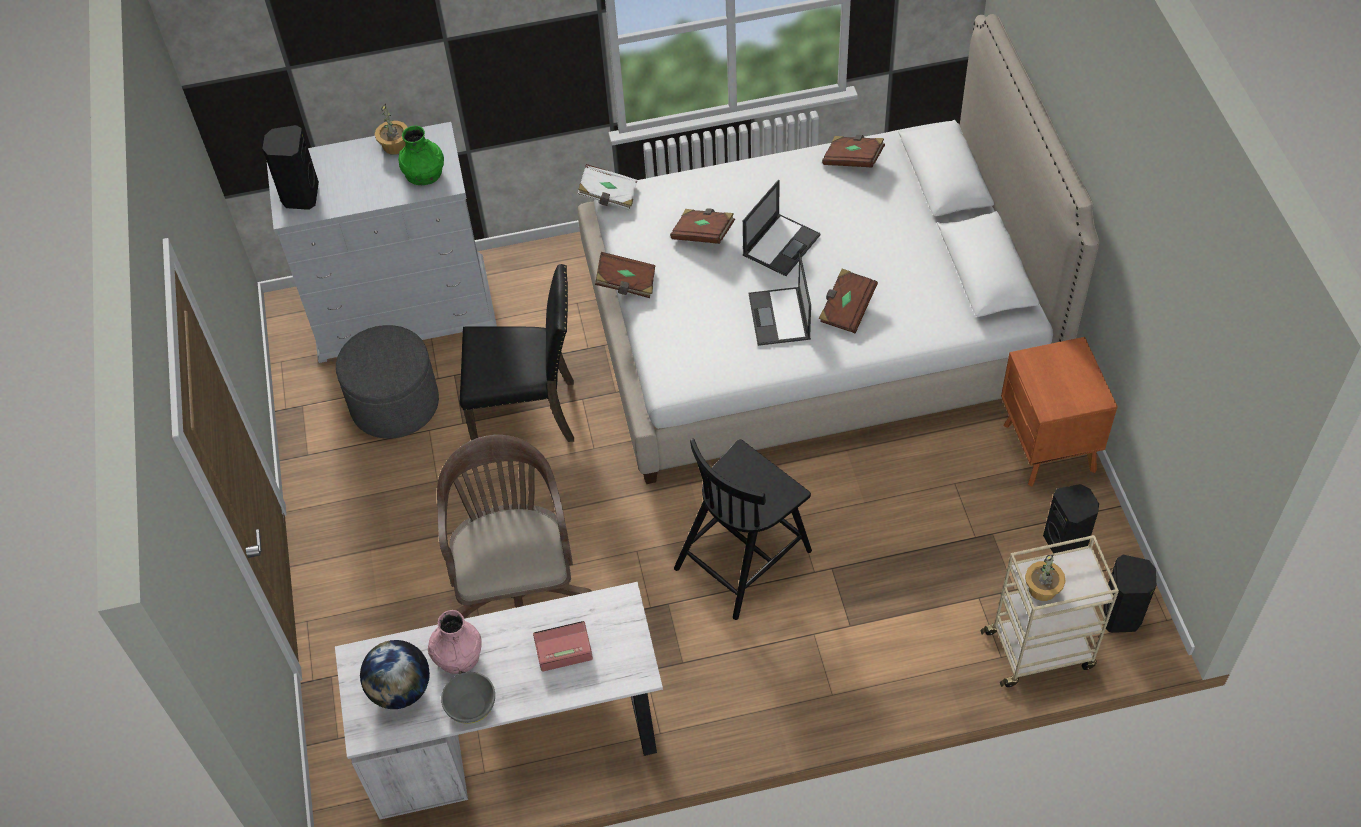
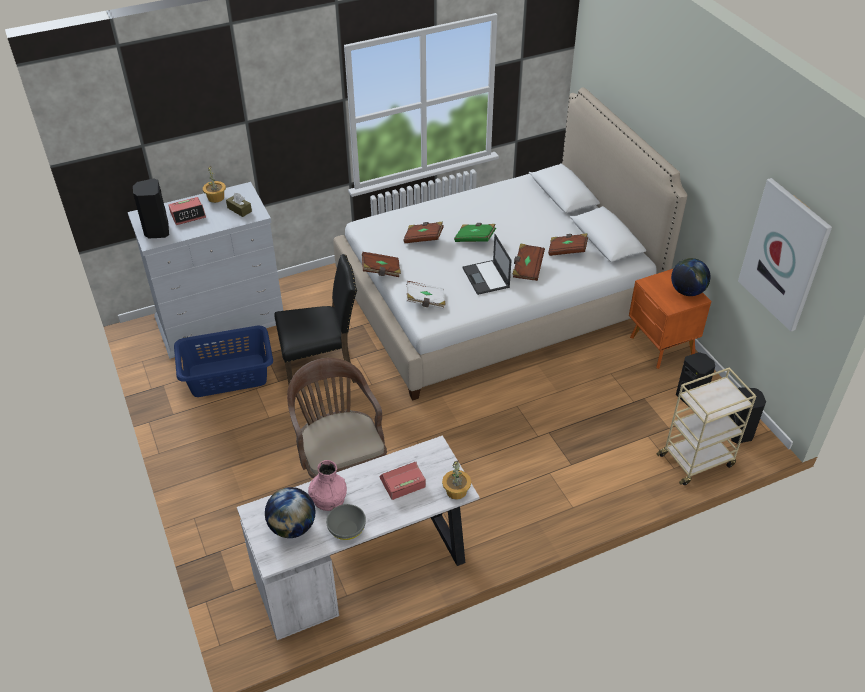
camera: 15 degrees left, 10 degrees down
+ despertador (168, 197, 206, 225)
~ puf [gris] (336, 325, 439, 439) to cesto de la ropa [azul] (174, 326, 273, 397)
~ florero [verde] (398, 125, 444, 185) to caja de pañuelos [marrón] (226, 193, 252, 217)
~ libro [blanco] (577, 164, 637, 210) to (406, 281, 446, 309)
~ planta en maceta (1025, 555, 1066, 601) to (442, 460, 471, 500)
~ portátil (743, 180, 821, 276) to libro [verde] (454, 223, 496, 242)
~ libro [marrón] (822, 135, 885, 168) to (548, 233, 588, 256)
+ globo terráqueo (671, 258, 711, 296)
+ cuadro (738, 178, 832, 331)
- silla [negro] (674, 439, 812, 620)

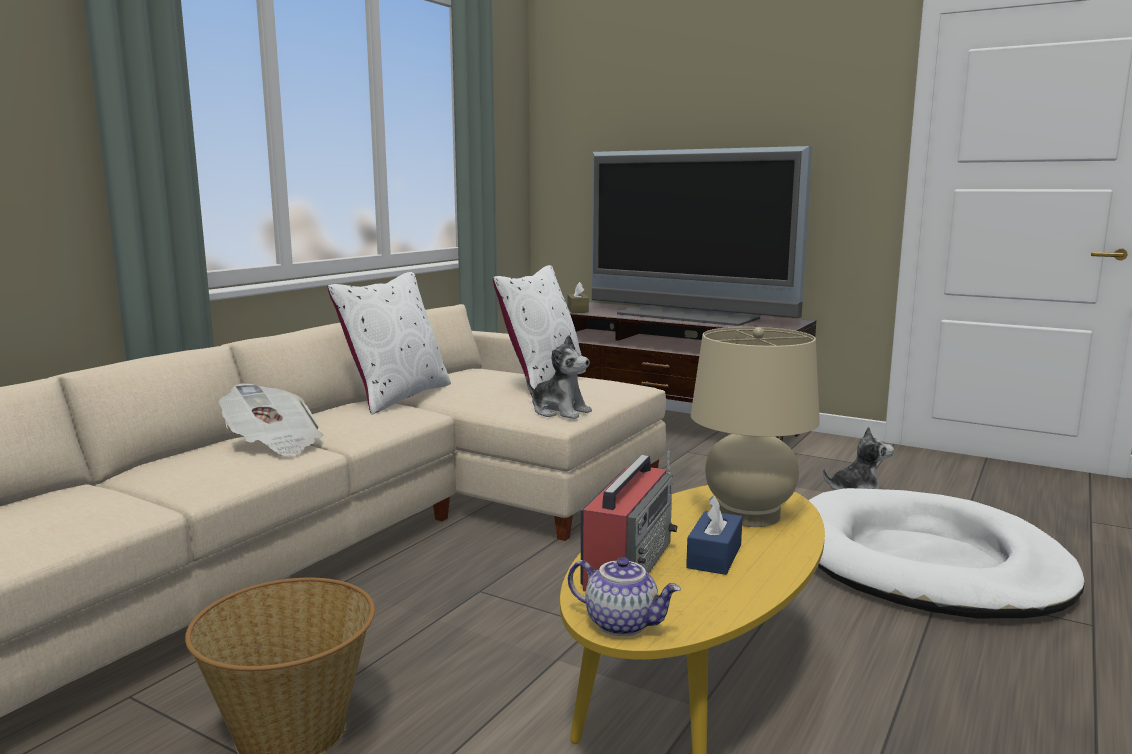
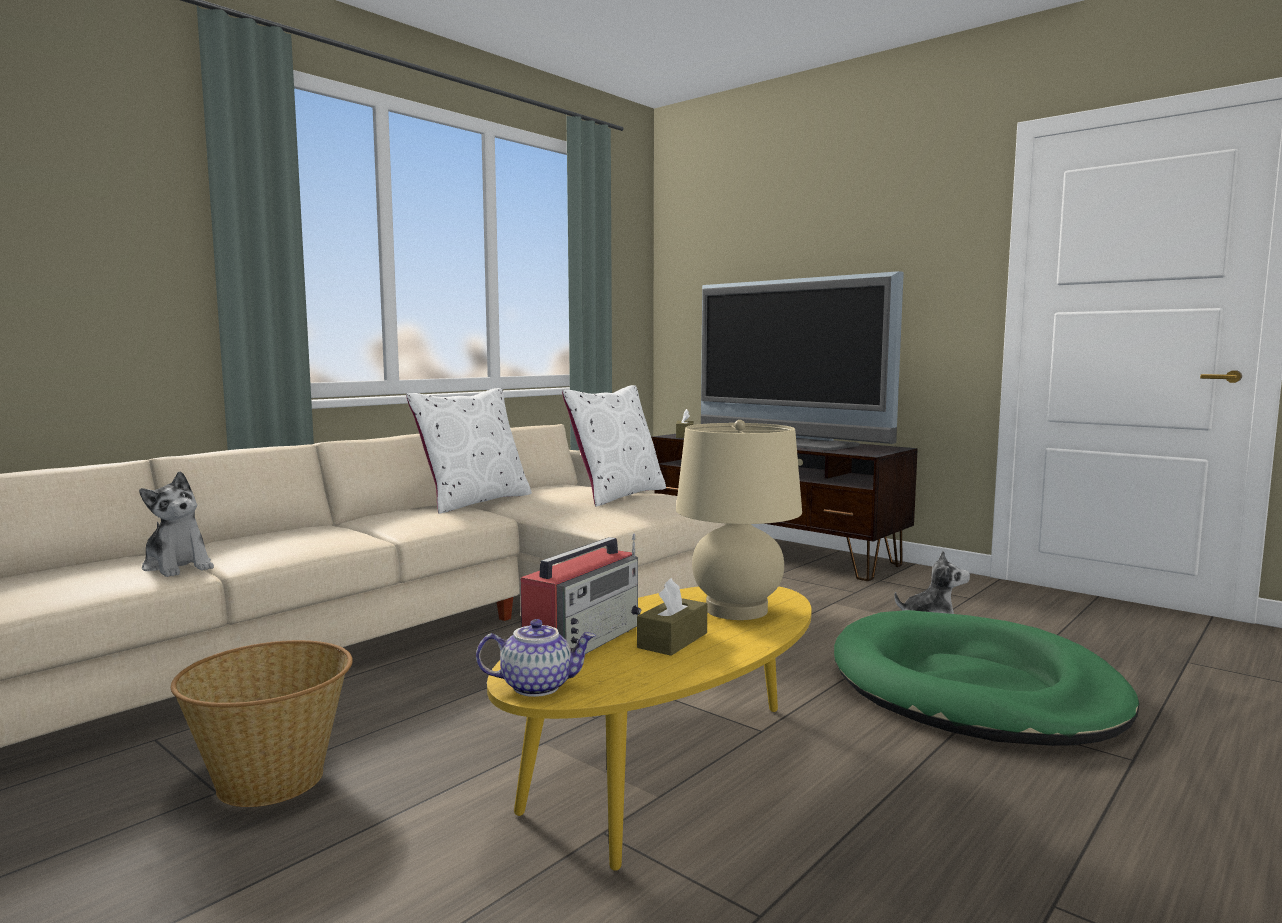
camera: 10 degrees right, 5 degrees down
~ peluche (526, 335, 592, 419) to (139, 471, 214, 577)
~ tetera (568, 557, 681, 636) = (476, 619, 596, 697) 45 degrees counterclockwise
~ caja de pañuelos [azul] (686, 496, 743, 575) to caja de pañuelos [marrón] (637, 578, 707, 656)
~ cama para perro [blanco] (809, 488, 1085, 618) to cama para perro [verde] (834, 610, 1139, 746)
- periódico (219, 383, 324, 456)

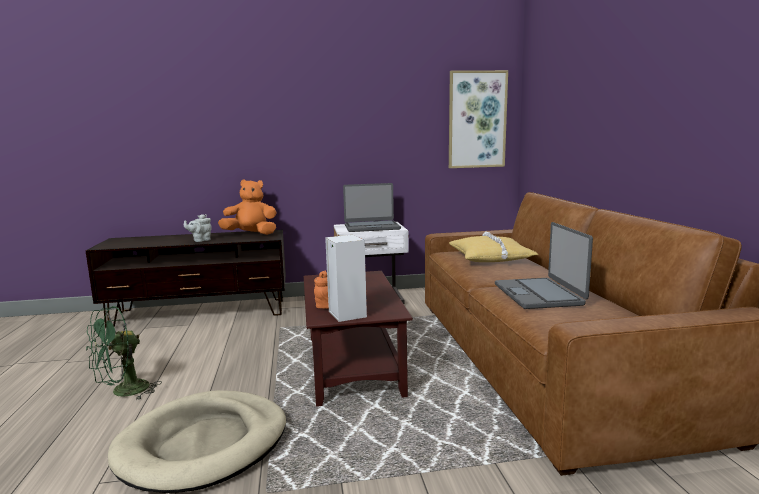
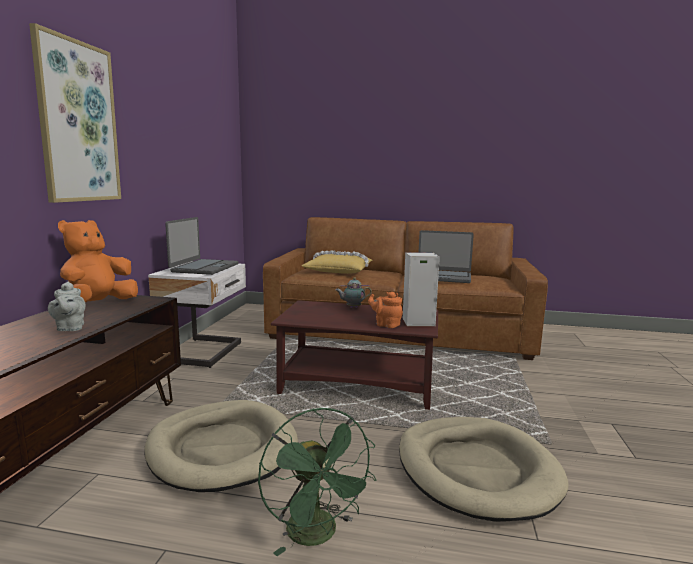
camera: 70 degrees left, 0 degrees up
~ cuadro (449, 70, 508, 168) to (29, 23, 121, 203)
+ cama para perro [beis] (144, 400, 298, 492)
+ tetera (335, 277, 372, 308)

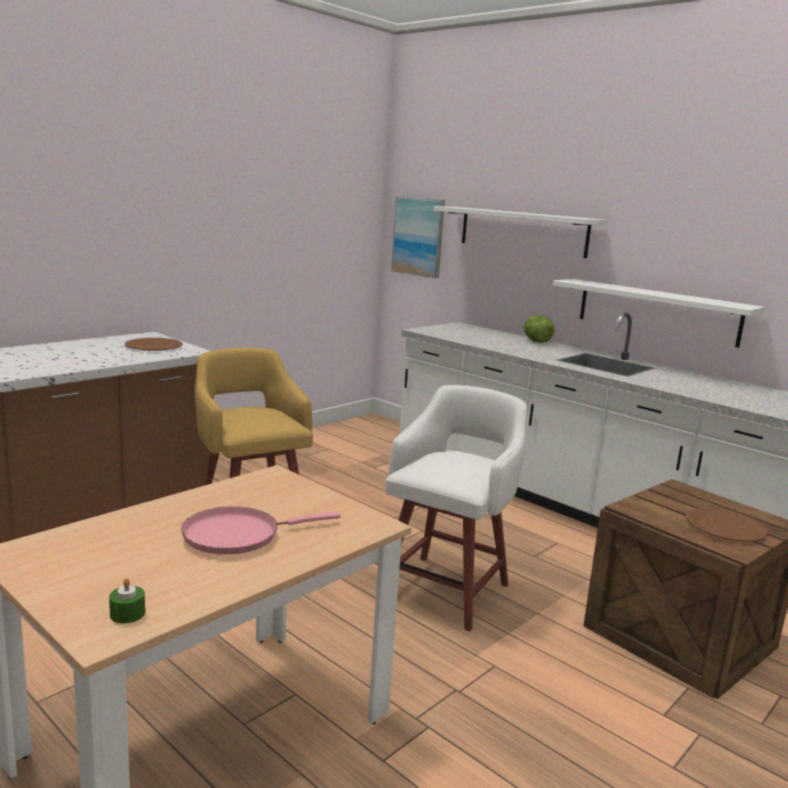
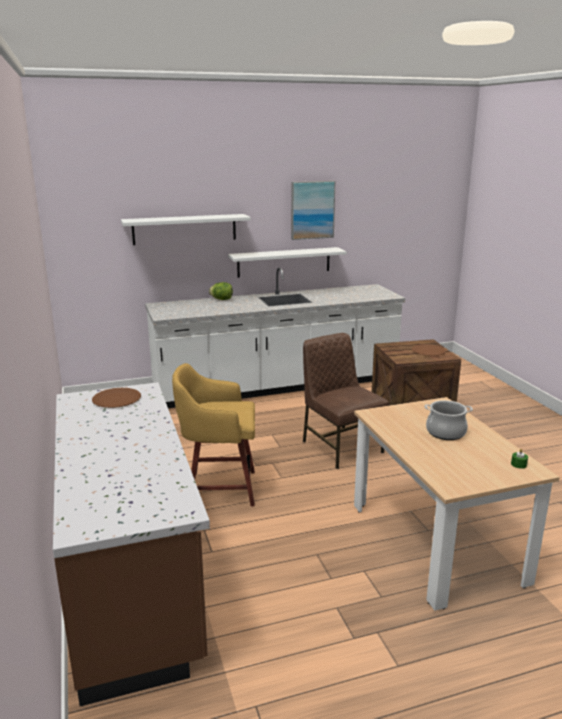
camera: 60 degrees left, 5 degrees up
~ cuadro (391, 196, 445, 278) to (291, 181, 336, 240)
~ taburete [blanco] (385, 385, 527, 632) to silla [marrón] (303, 333, 389, 469)
~ sartén [rosa] (181, 506, 340, 555) to olla (425, 400, 473, 440)

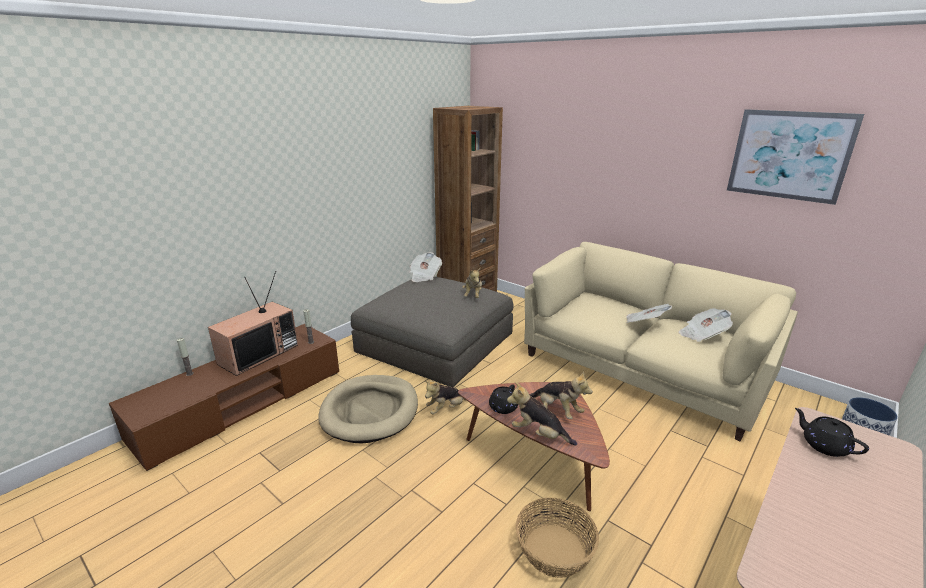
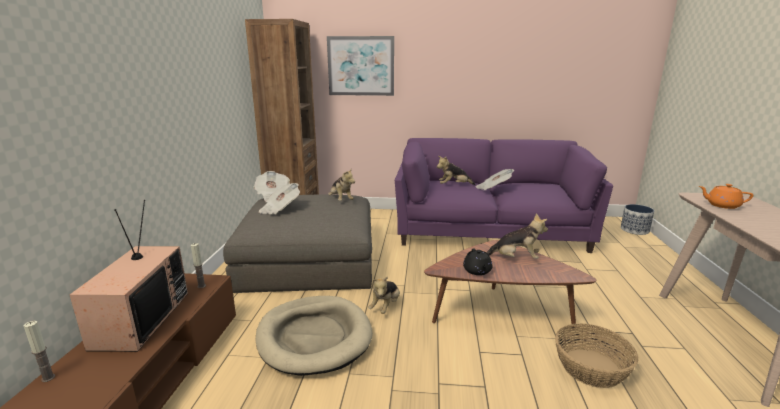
camera: 35 degrees left, 5 degrees down
~ periódico (678, 308, 733, 342) to (259, 183, 300, 214)
~ cuadro (727, 109, 864, 205) to (327, 36, 394, 96)
~ sofá [beis] (524, 242, 798, 442) to sofá [morado] (395, 138, 613, 253)
~ peluche (507, 382, 577, 446) to (437, 156, 475, 185)
~ tetera [negro] (795, 408, 869, 457) to tetera [naranja] (699, 184, 753, 209)

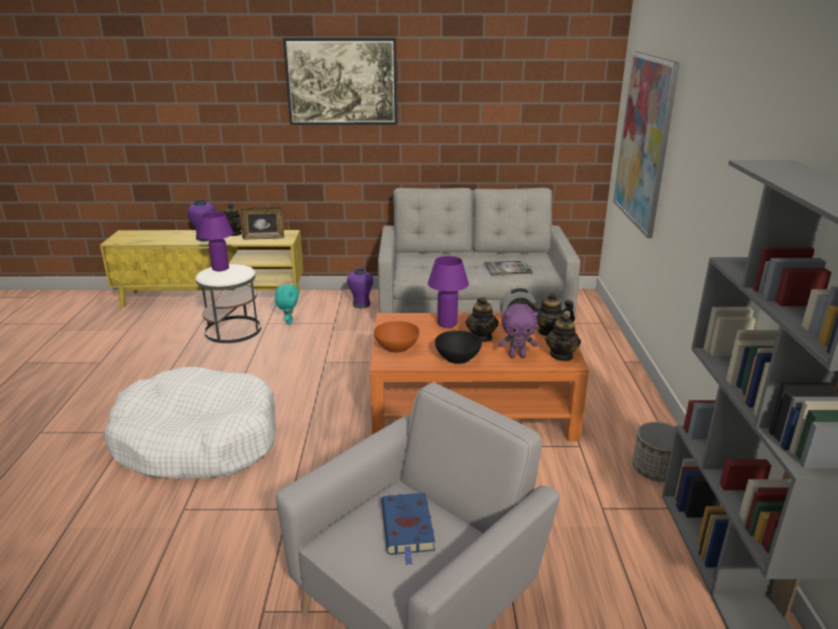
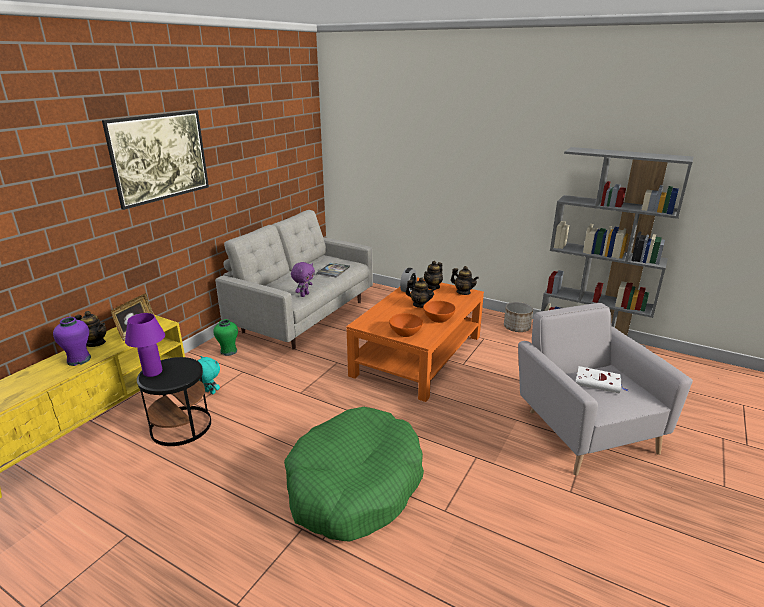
camera: 60 degrees left, 0 degrees up
~ mesa auxiliar [blanco] (196, 264, 261, 343) to mesa auxiliar [negro] (137, 357, 211, 446)
~ florero [morado] (347, 268, 373, 308) to florero [verde] (213, 319, 238, 356)
~ cama para perro [blanco] (104, 367, 276, 479) to cama para perro [verde] (284, 407, 424, 541)
~ peluche [morado] (498, 304, 538, 357) to (291, 262, 315, 297)
~ cuenco [negro] (435, 331, 482, 364) to cuenco [naranja] (423, 301, 456, 323)
~ libro [azul] (381, 493, 435, 565) to libro [blanco] (575, 366, 629, 394)
- lámpara de mesa [morado] (428, 256, 469, 328)
- cuadro (613, 52, 680, 238)

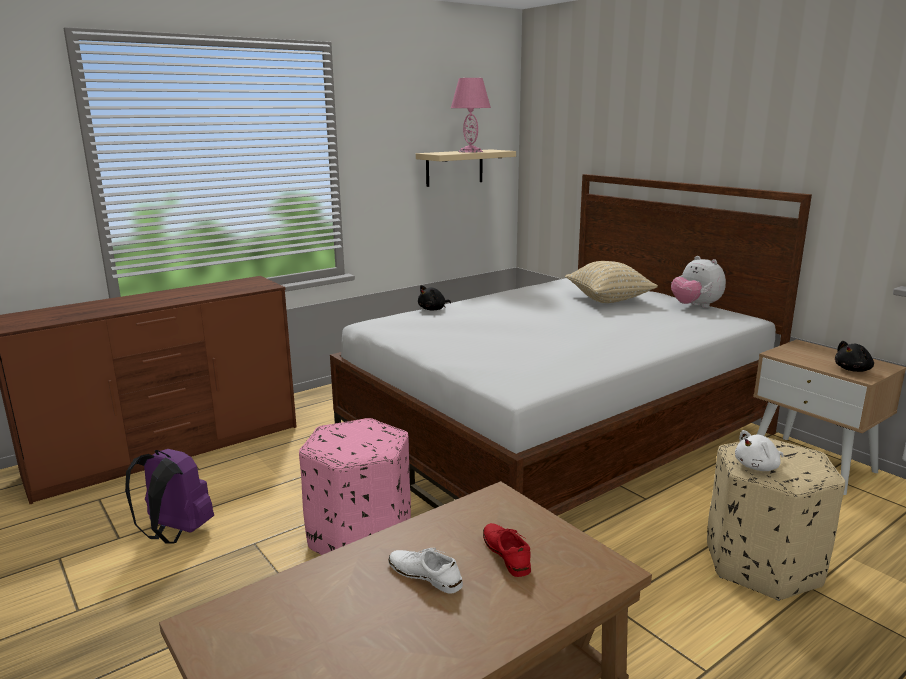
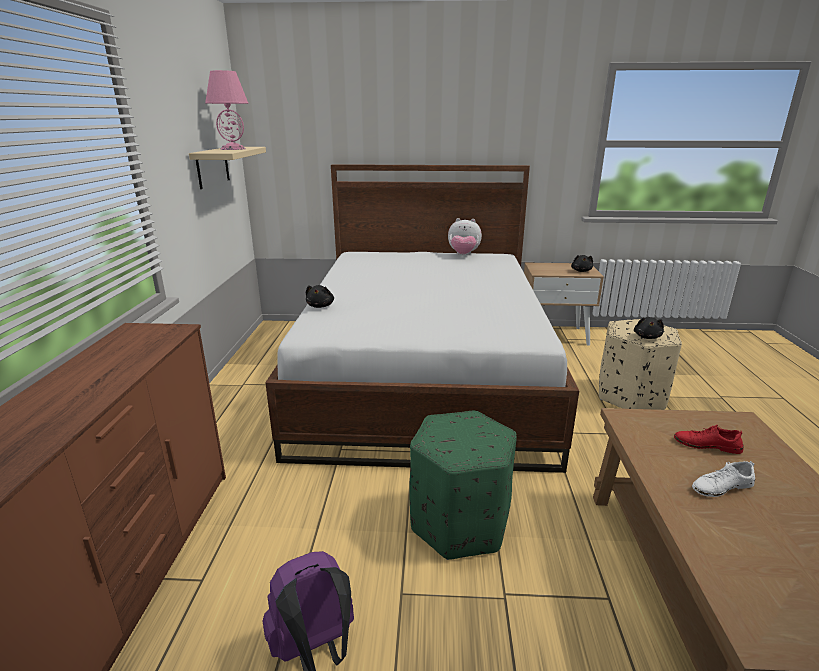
camera: 50 degrees left, 5 degrees up
~ puf [rosa] (299, 418, 411, 555) to puf [verde] (409, 411, 517, 560)
~ peluche [blanco] (735, 430, 784, 471) to peluche [negro] (634, 317, 664, 339)
- cojín [beis] (565, 261, 658, 303)

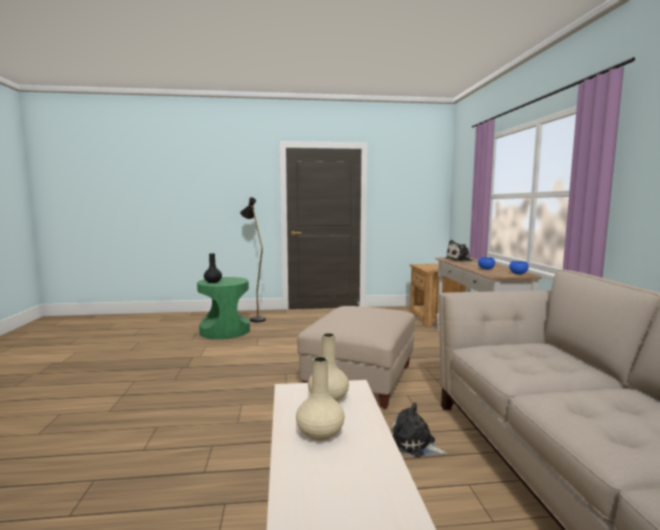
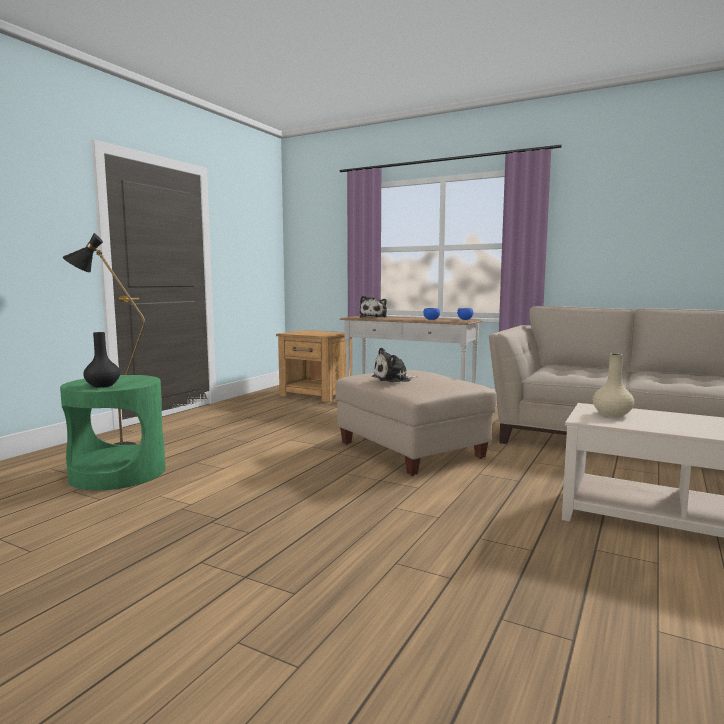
camera: 55 degrees left, 0 degrees up
~ peluche (391, 402, 448, 457) to (372, 348, 417, 382)
- florero [beis] (296, 356, 345, 441)

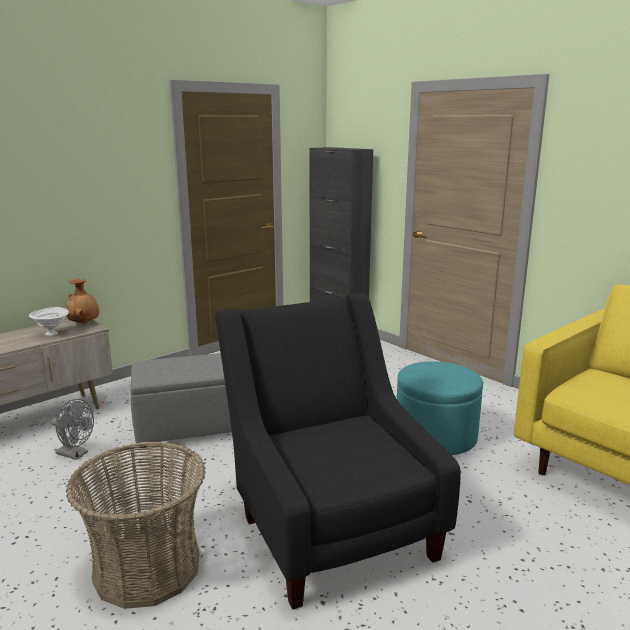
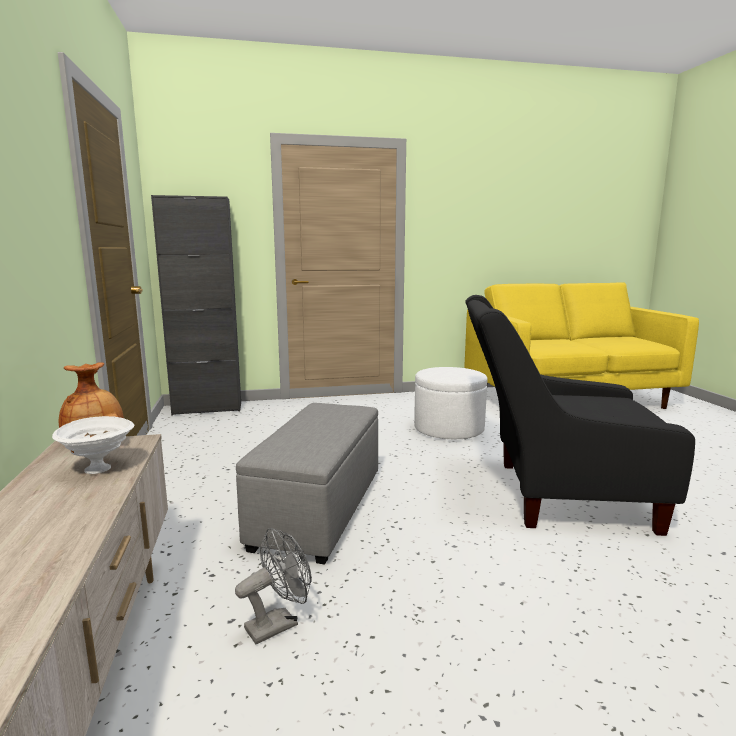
camera: 60 degrees left, 5 degrees down
~ puf [turquesa] (397, 361, 483, 455) to puf [blanco] (414, 367, 487, 439)
- cesta (66, 441, 205, 609)

